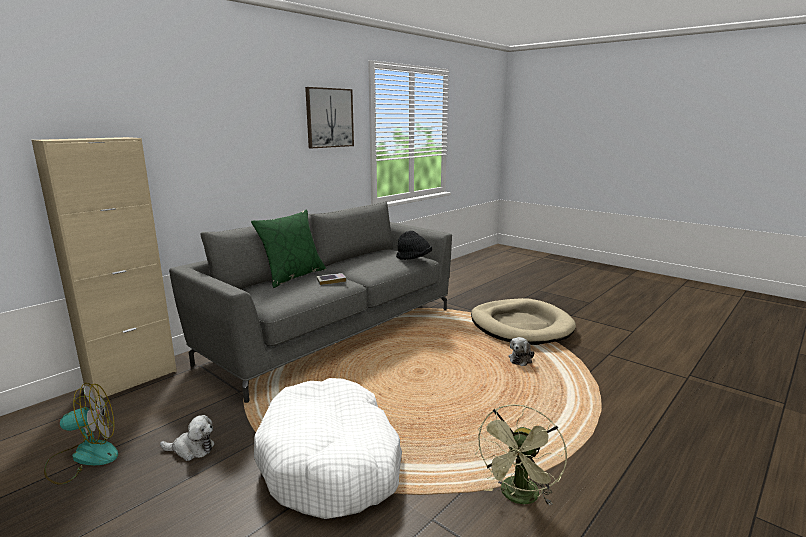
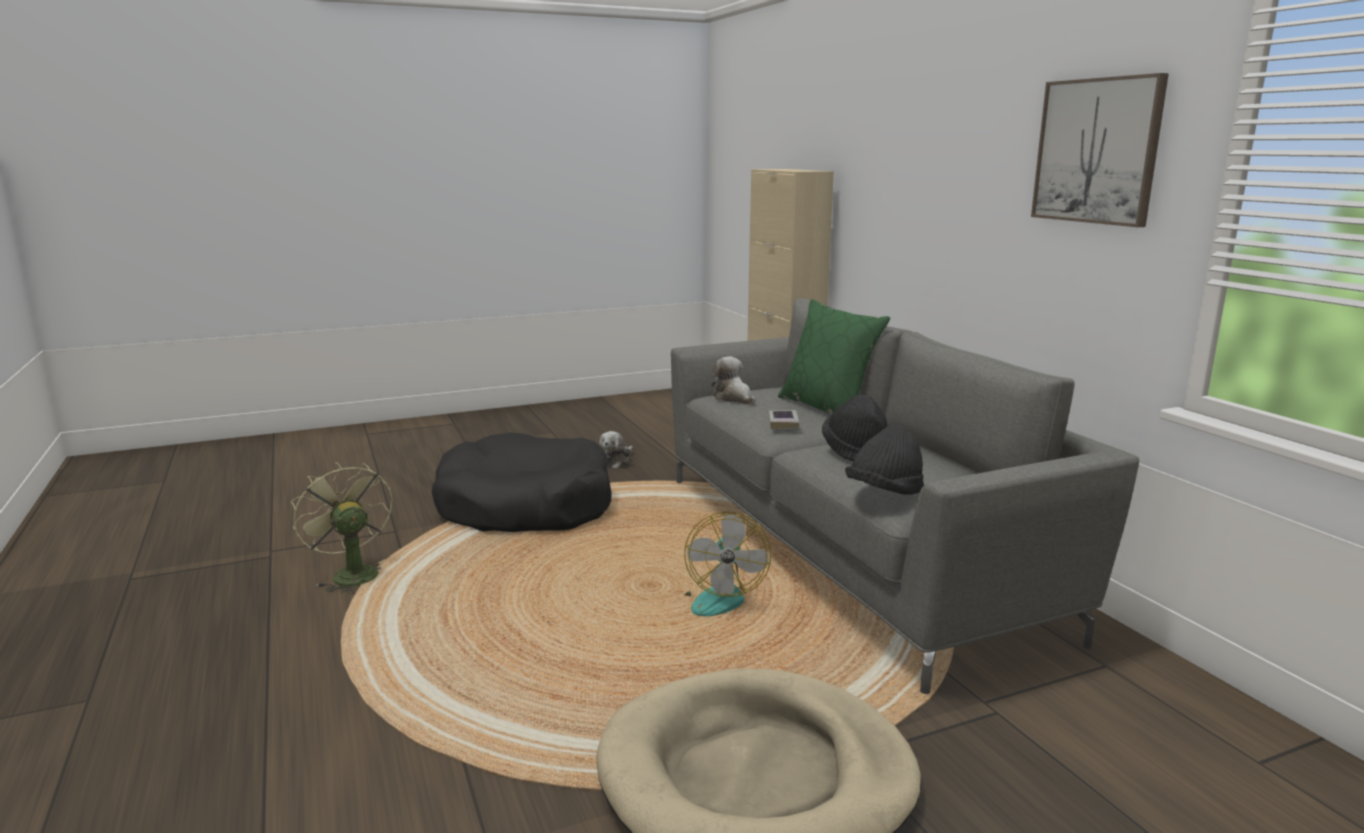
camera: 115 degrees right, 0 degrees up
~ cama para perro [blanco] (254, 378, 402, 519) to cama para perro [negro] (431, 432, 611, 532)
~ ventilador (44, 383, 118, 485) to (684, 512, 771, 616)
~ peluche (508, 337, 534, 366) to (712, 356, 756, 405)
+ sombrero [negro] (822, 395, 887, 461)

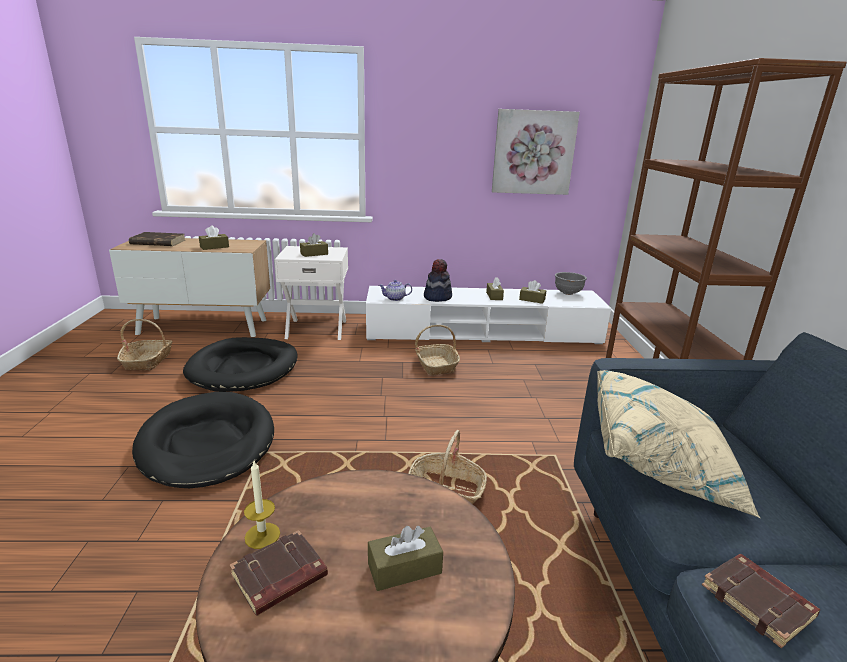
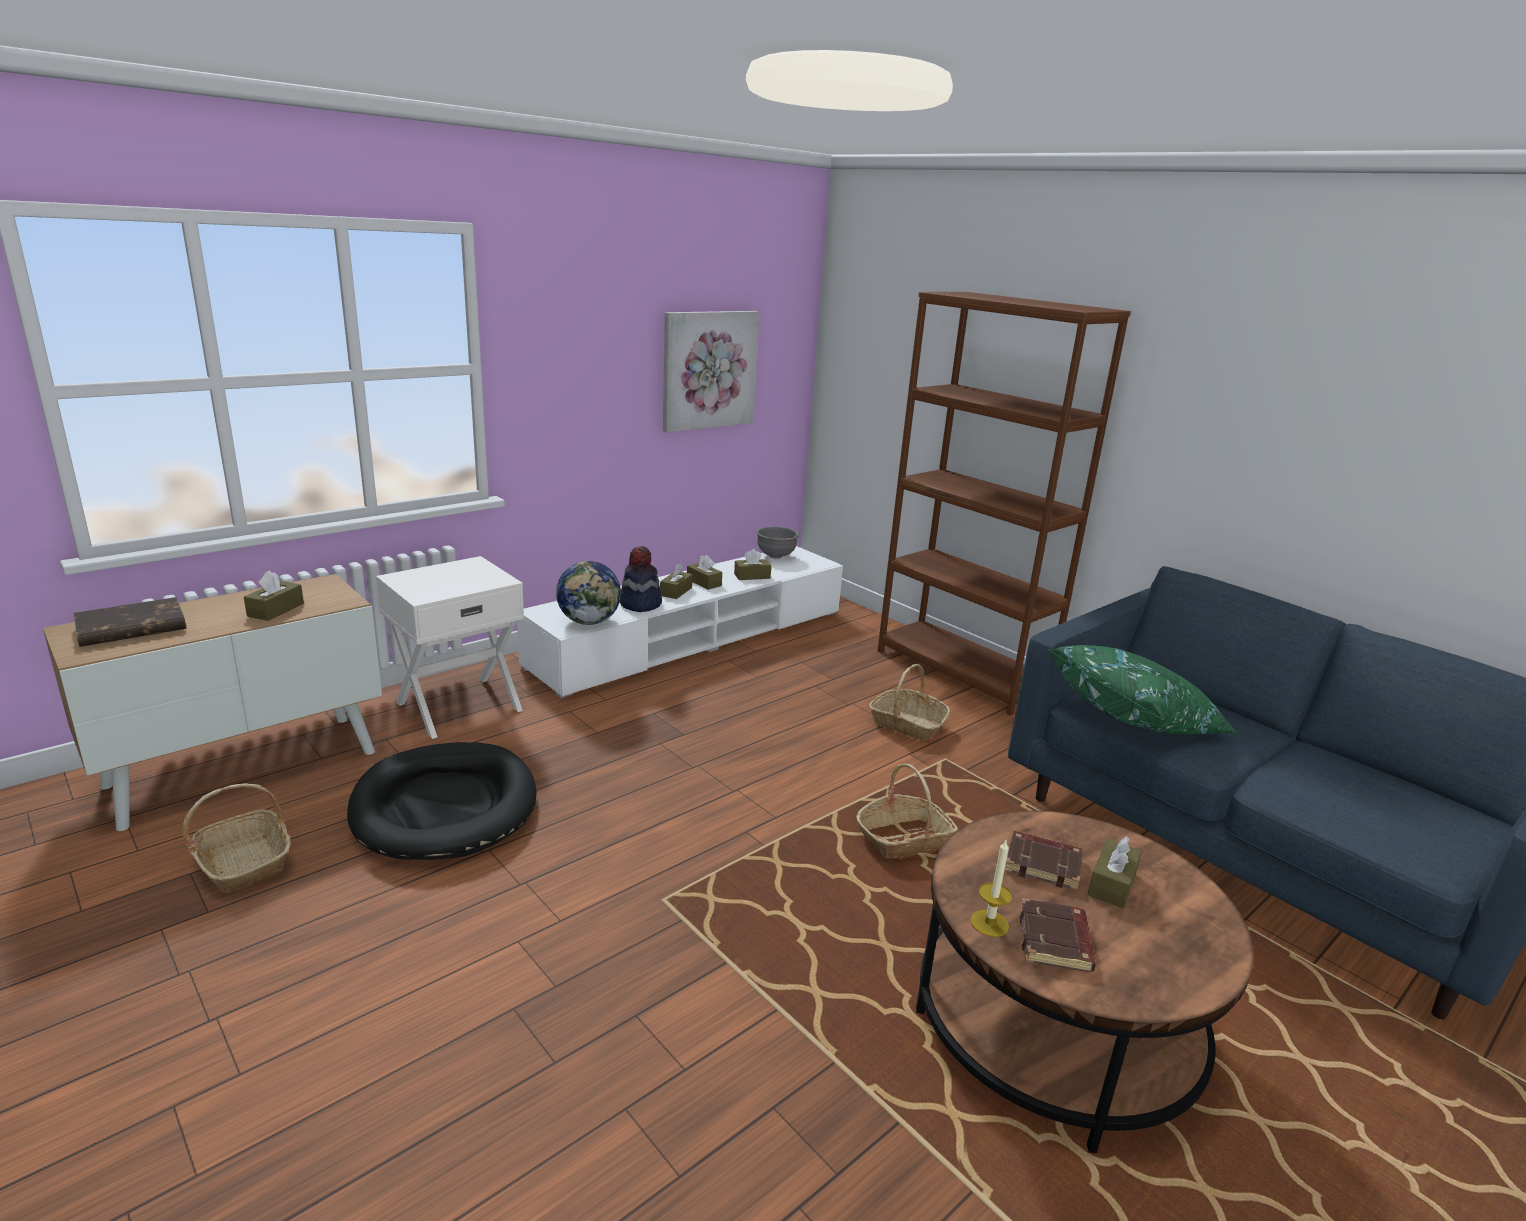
camera: 40 degrees left, 0 degrees up
~ tetera (379, 280, 412, 301) to globo terráqueo (556, 561, 621, 625)
~ caja de pañuelos [marrón] (300, 233, 328, 257) to (660, 564, 693, 599)
~ cesta (415, 325, 460, 375) to (869, 664, 950, 741)
~ libro [marrón] (702, 554, 820, 649) to (1005, 831, 1082, 890)
~ cojín [beis] (597, 370, 760, 518) to cojín [verde] (1048, 645, 1238, 734)
- cama para perro [negro] (132, 392, 274, 488)

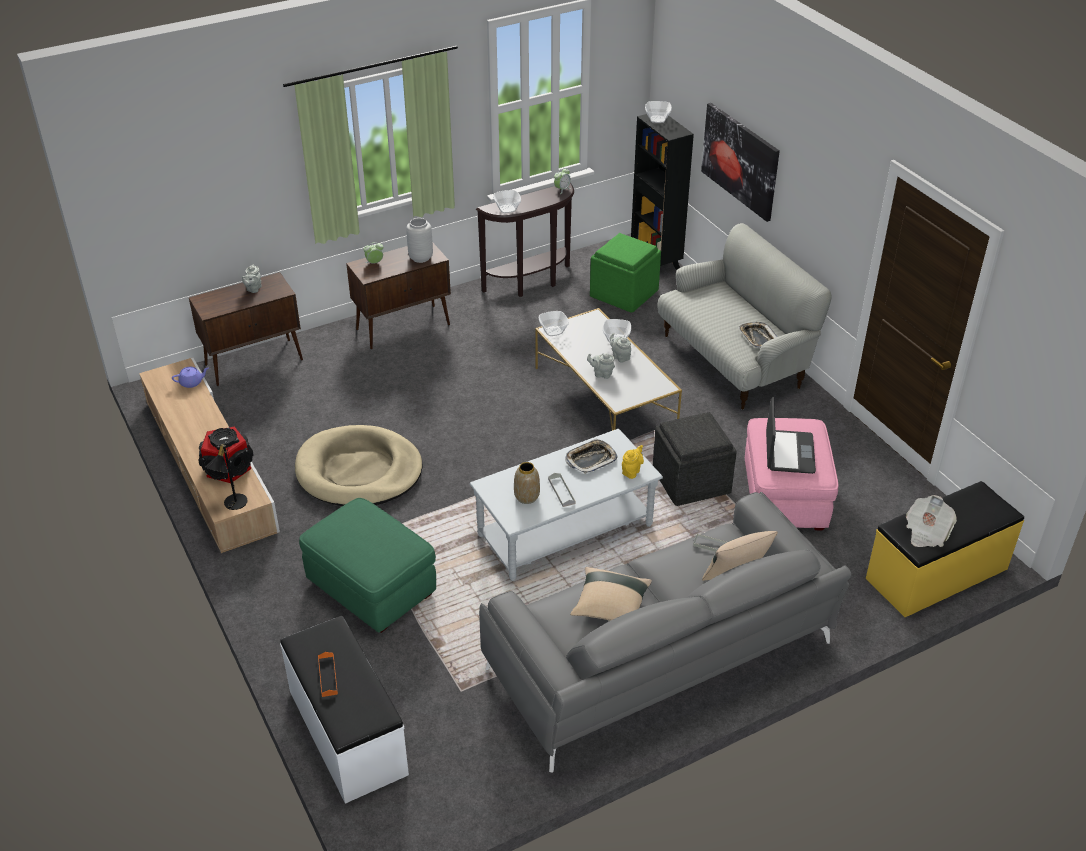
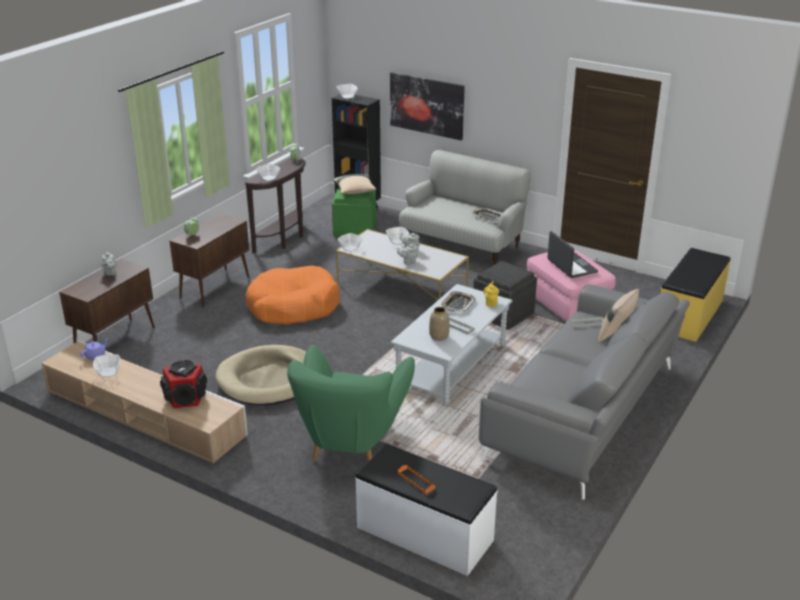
camera: 30 degrees left, 10 degrees down
+ cuenco (93, 354, 121, 377)
+ cama para perro [naranja] (246, 265, 340, 325)
~ puf [verde] (299, 498, 436, 633) to sillón [verde] (287, 345, 415, 462)
~ cojín [beis] (570, 567, 652, 621) to (333, 174, 376, 194)
- lámpara de mesa [negro] (205, 442, 248, 510)
- florero [gris] (406, 218, 433, 263)
- periódico (906, 495, 957, 547)

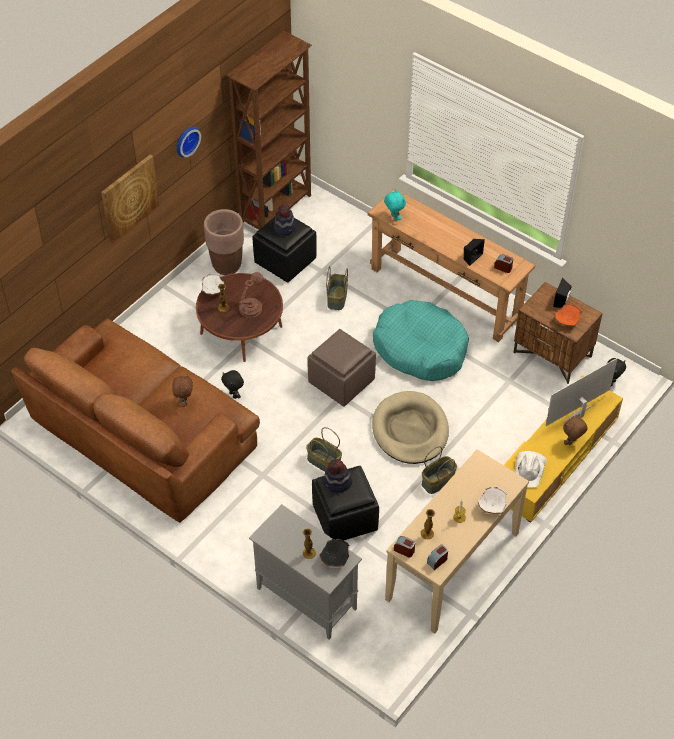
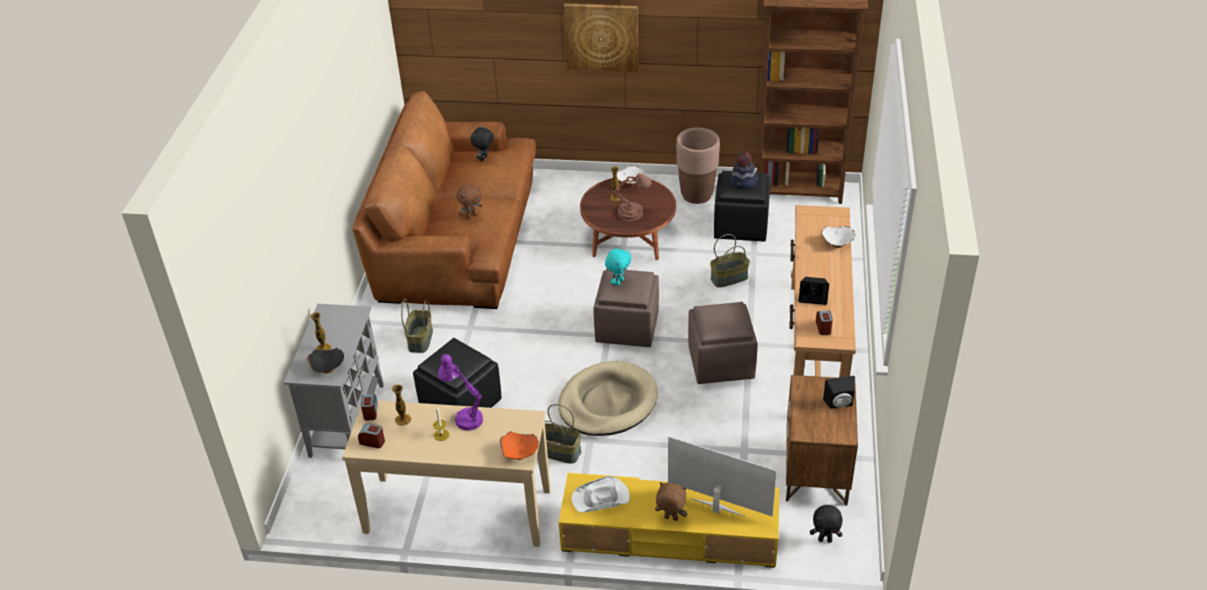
camera: 60 degrees right, 10 degrees down
~ cesta (306, 427, 342, 472) to (401, 299, 433, 353)
+ lámpara de mesa [morado] (438, 354, 483, 431)
~ peluche [negro] (221, 370, 244, 399) to (470, 125, 494, 161)
~ cuenco [naranja] (555, 304, 582, 326) to (500, 431, 539, 460)
~ peluche [turquesa] (384, 189, 406, 221) to (605, 249, 631, 286)
~ cama para perro [turquesa] (373, 300, 469, 381) to puf [marrón] (688, 302, 758, 384)
~ cuenco [blanco] (478, 487, 507, 514) to (821, 226, 856, 248)
- reloj de pared (177, 127, 201, 158)
- sombrero (323, 459, 352, 492)

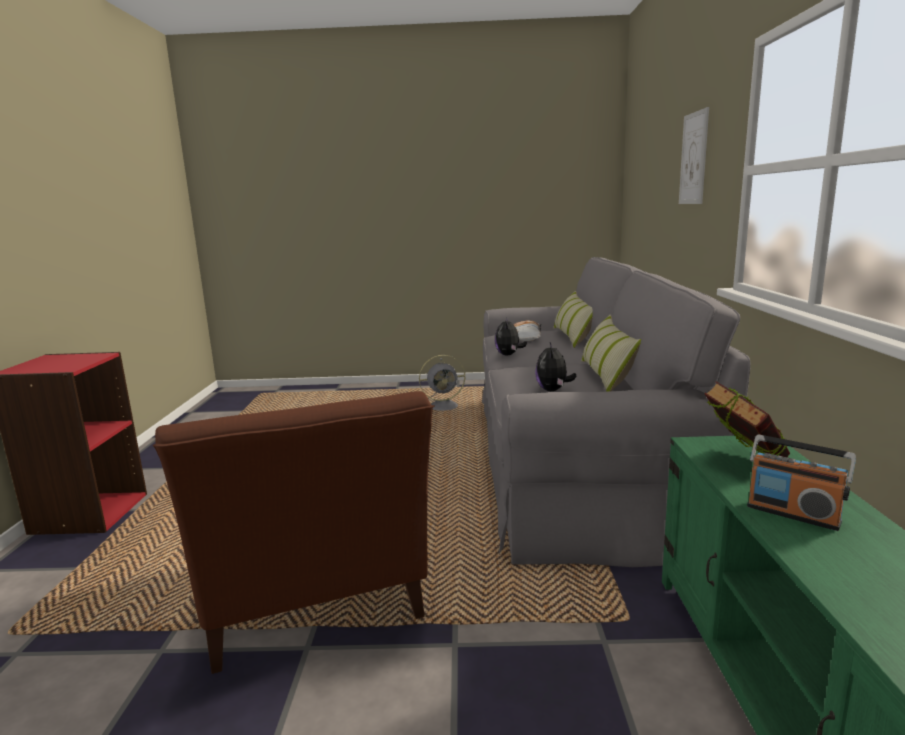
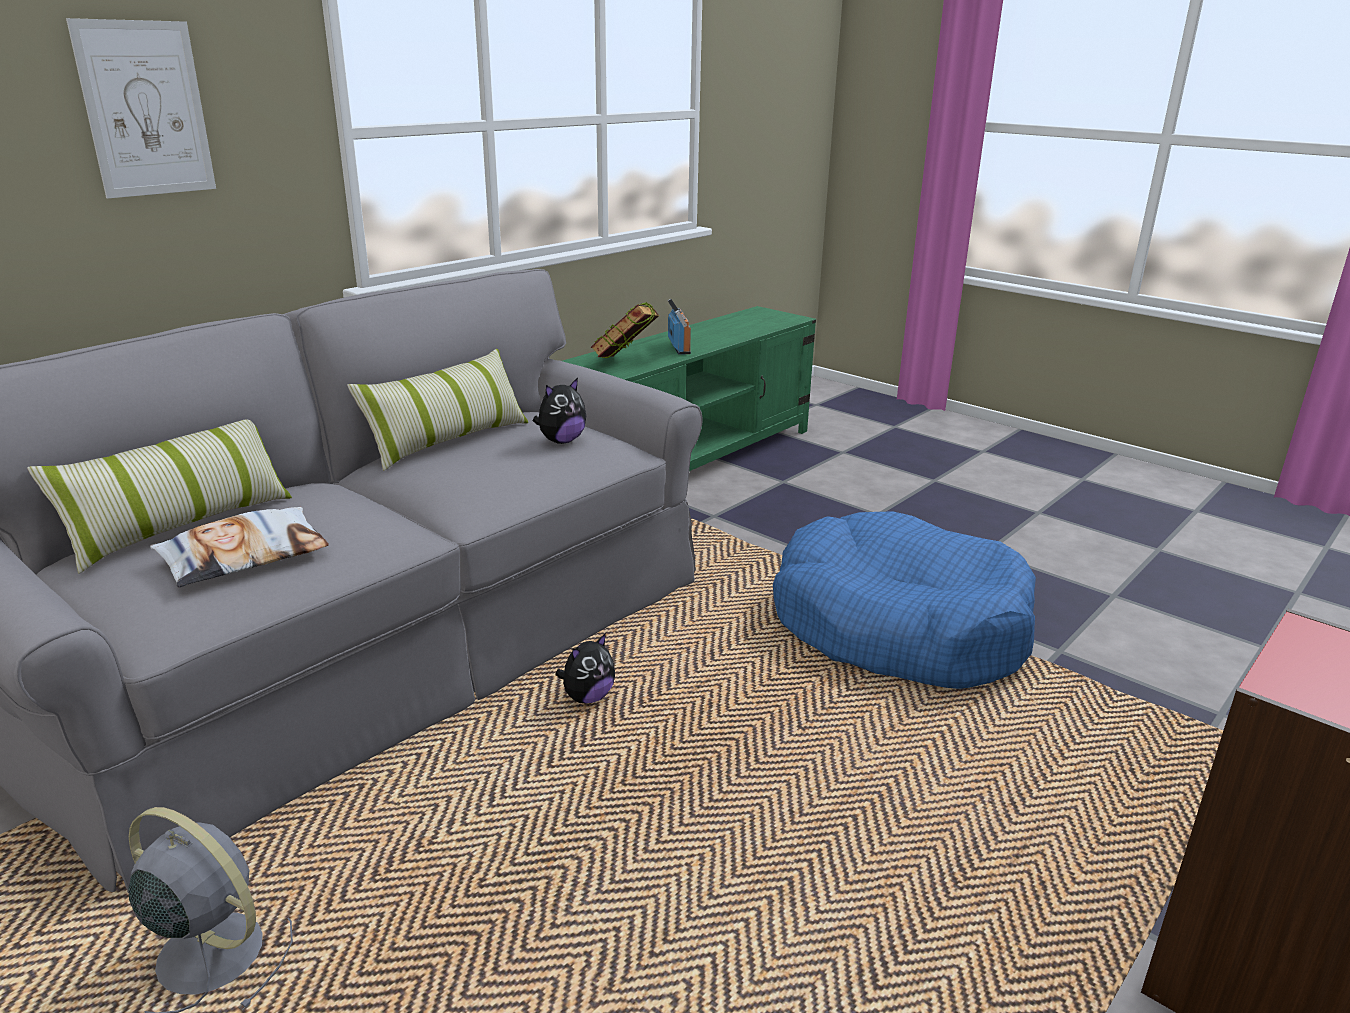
camera: 140 degrees left, 10 degrees up
~ peluche (495, 318, 527, 355) to (555, 633, 615, 704)
~ sillón [marrón] (153, 391, 435, 674) to cama para perro [azul] (773, 511, 1036, 689)

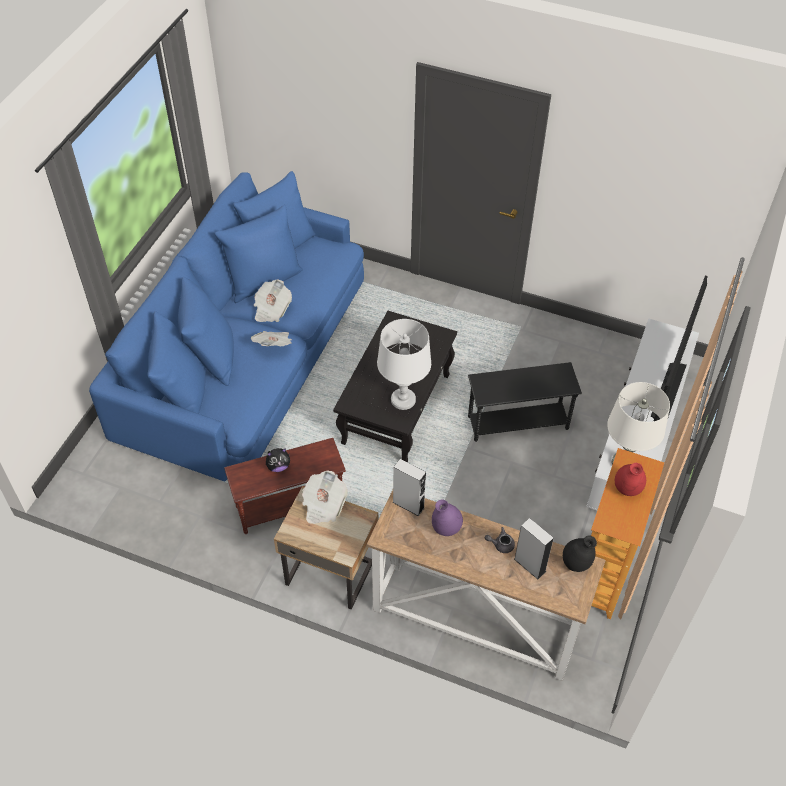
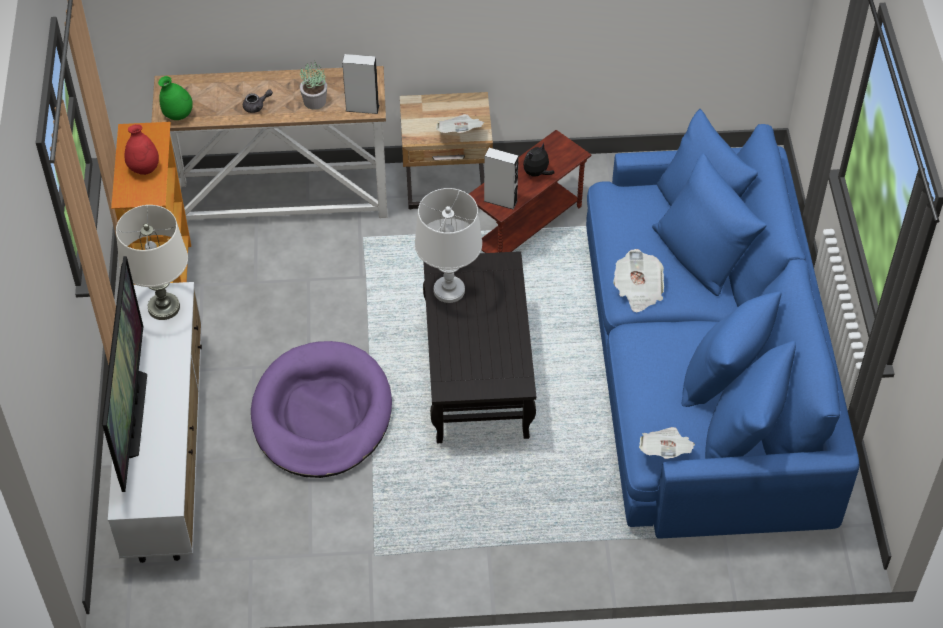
camera: 155 degrees right, 0 degrees up
~ florero [negro] (563, 536, 597, 572) to florero [verde] (158, 76, 193, 120)
~ mesa auxiliar [negro] (468, 362, 582, 442) to cama para perro [morado] (251, 341, 392, 478)
~ florero [morado] (432, 500, 463, 536) to planta en maceta (300, 62, 327, 110)
~ altavoz [gris] (514, 518, 554, 579) to (484, 148, 519, 210)
~ periódico (254, 279, 292, 322) to (639, 427, 695, 459)

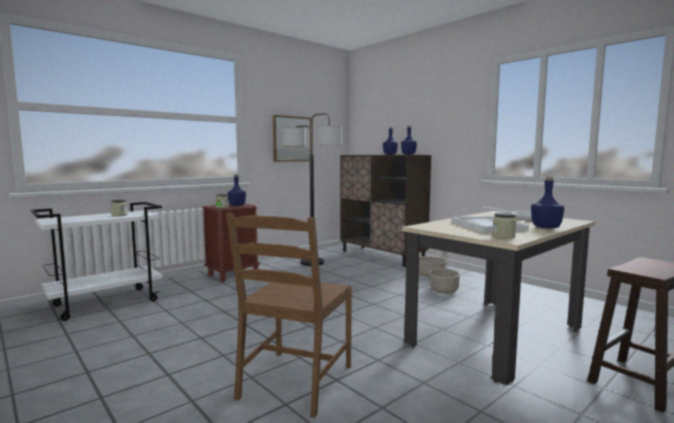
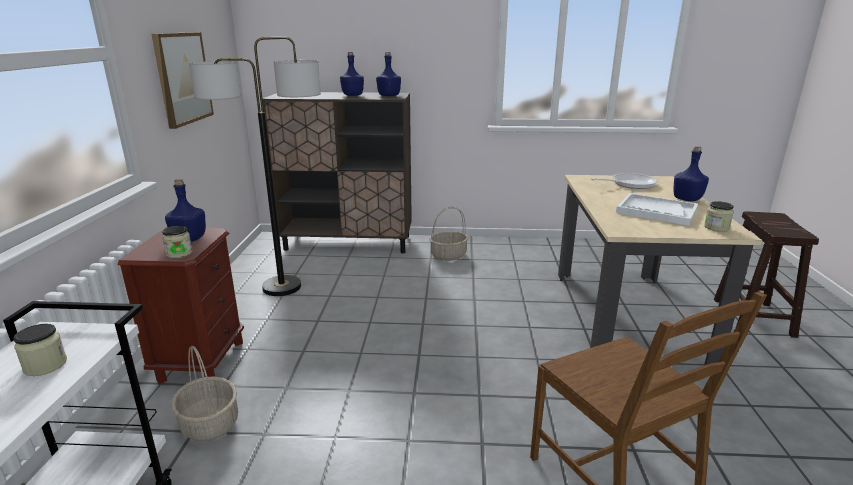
camera: 45 degrees left, 15 degrees up
~ cesta (429, 251, 460, 294) to (171, 346, 238, 441)

